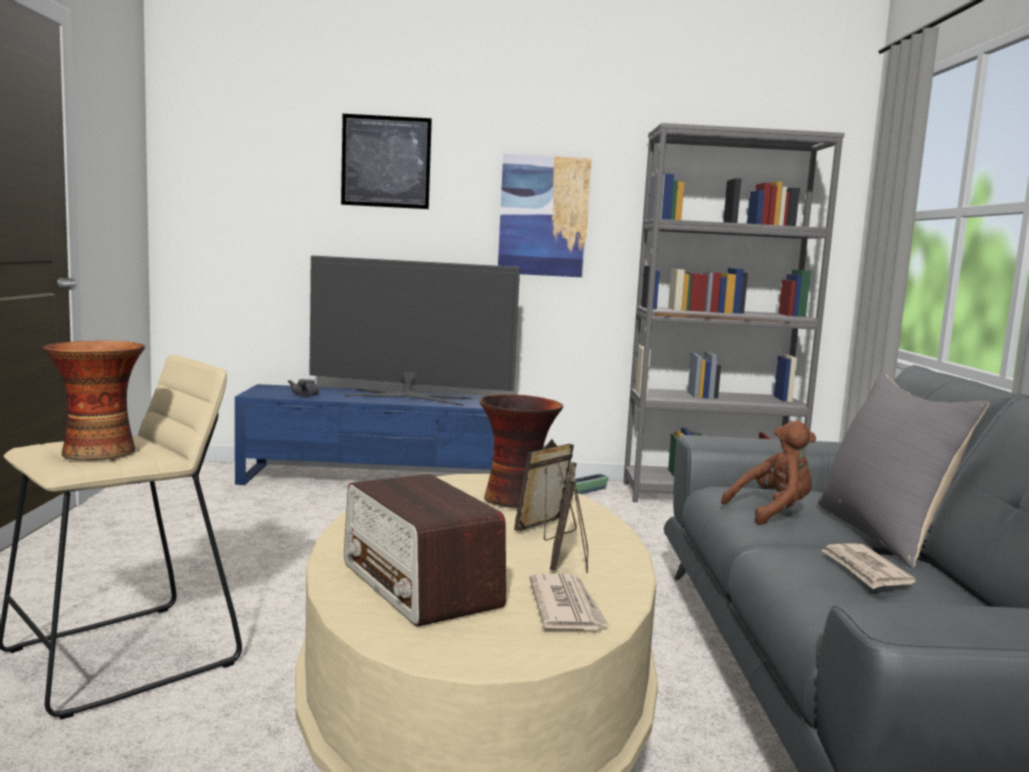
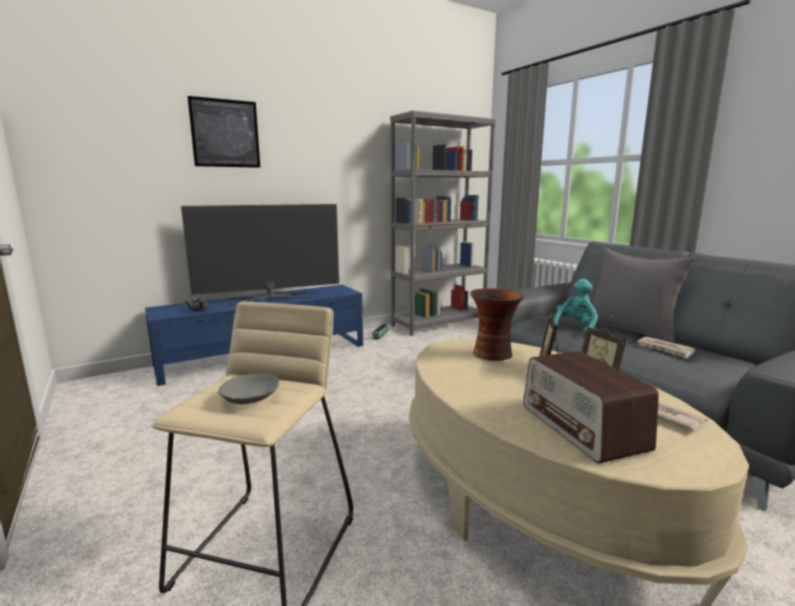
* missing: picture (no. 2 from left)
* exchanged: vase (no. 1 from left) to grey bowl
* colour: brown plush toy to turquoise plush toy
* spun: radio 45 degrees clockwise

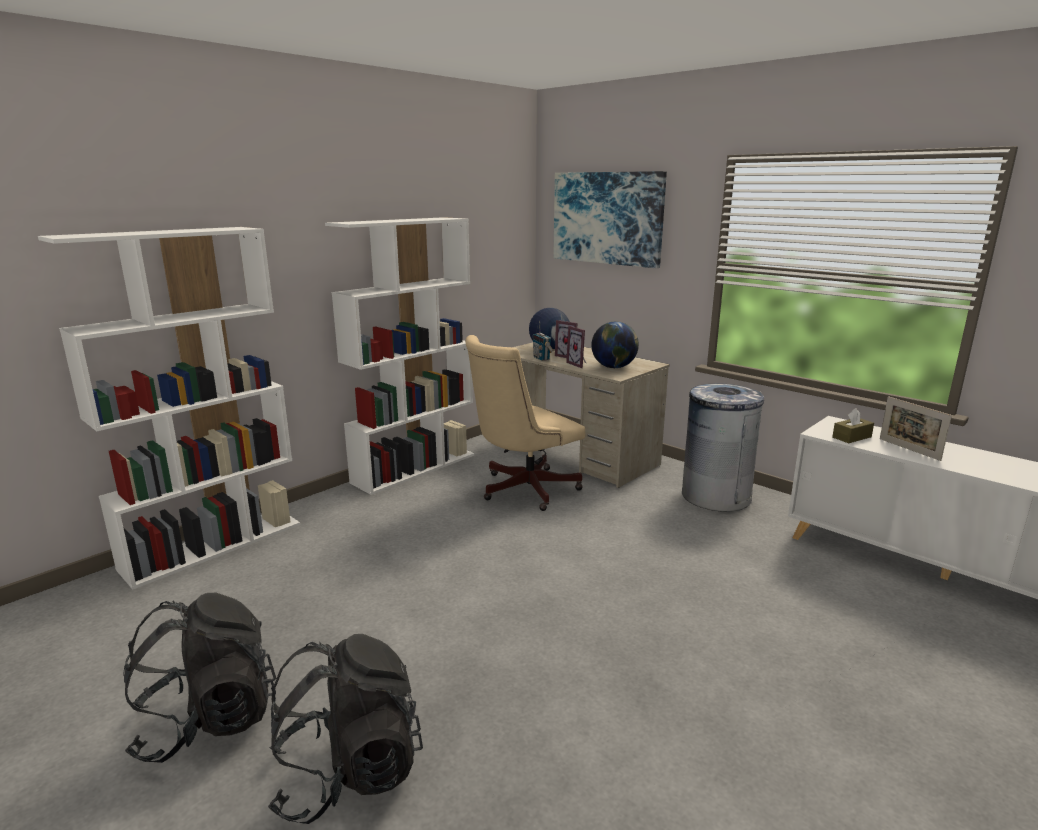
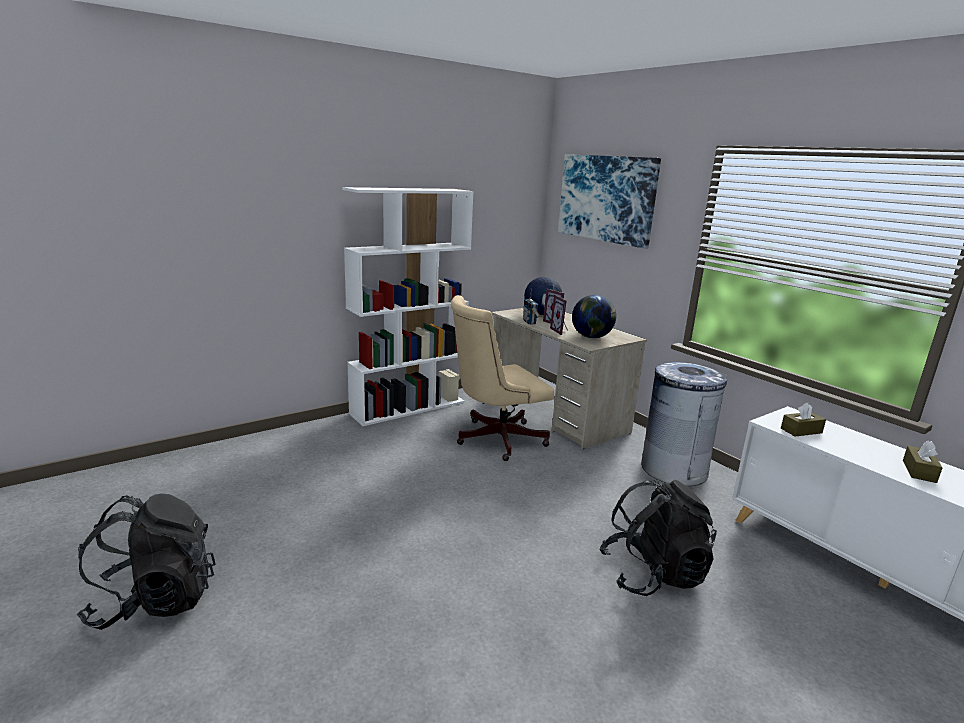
* missing: white bookcase (no. 1 from left)
* missing: picture frame (no. 3 from left)
* relocated: black backpack (no. 2 from left)
* appeared: brown tissue box (no. 2 from left)

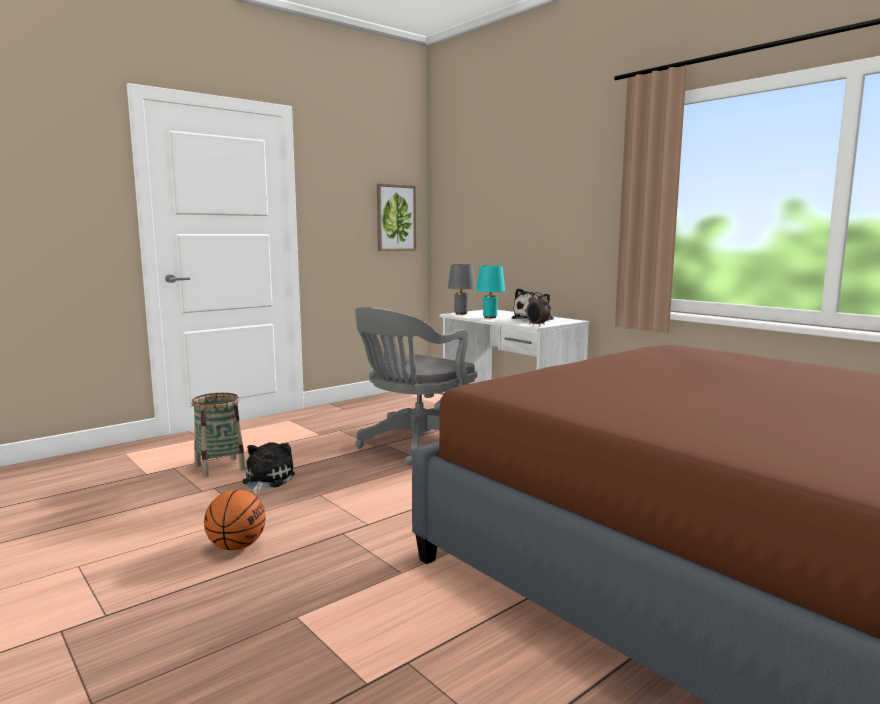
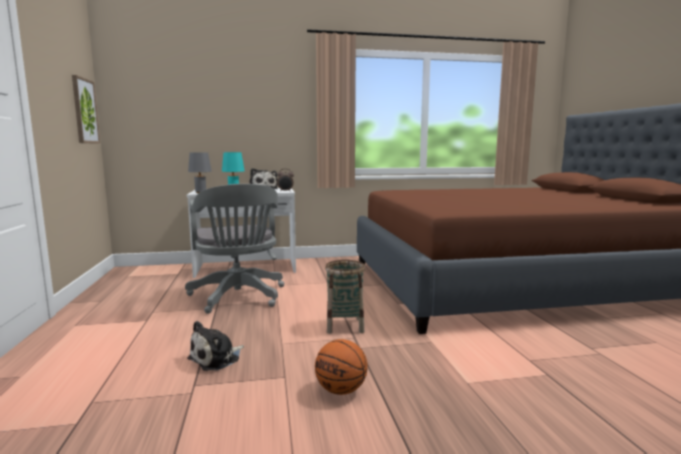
* relocated: basket
* spun: plush toy (no. 1 from left) 90 degrees counterclockwise

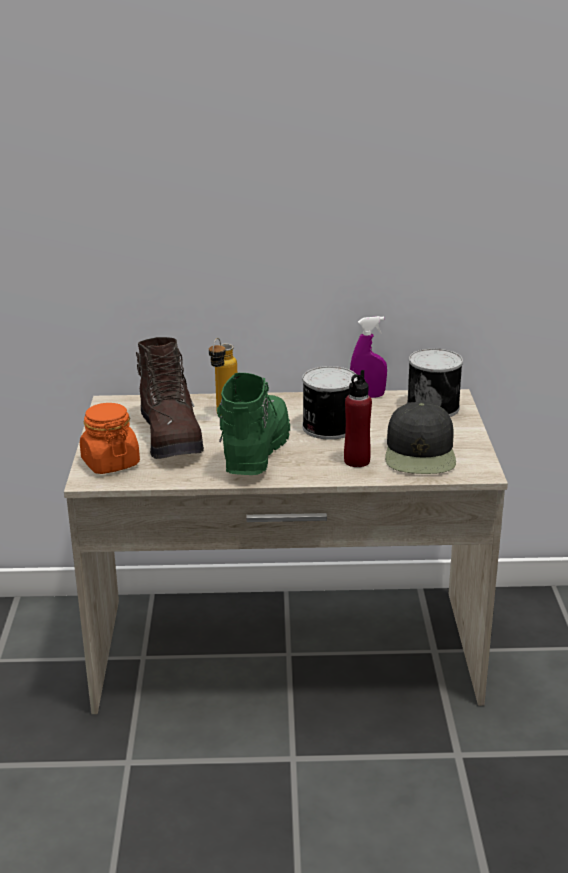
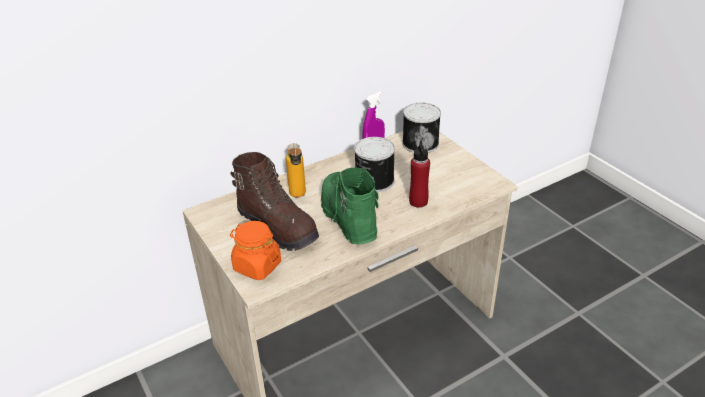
* missing: black cap

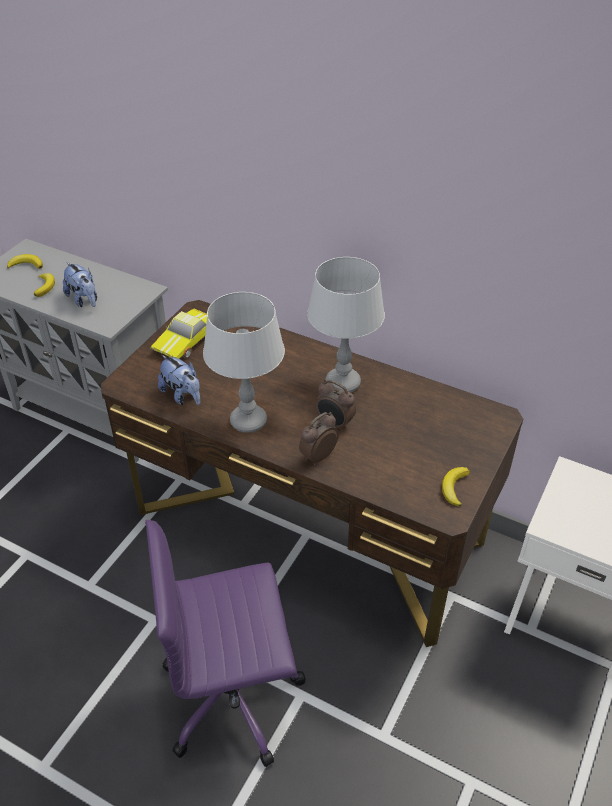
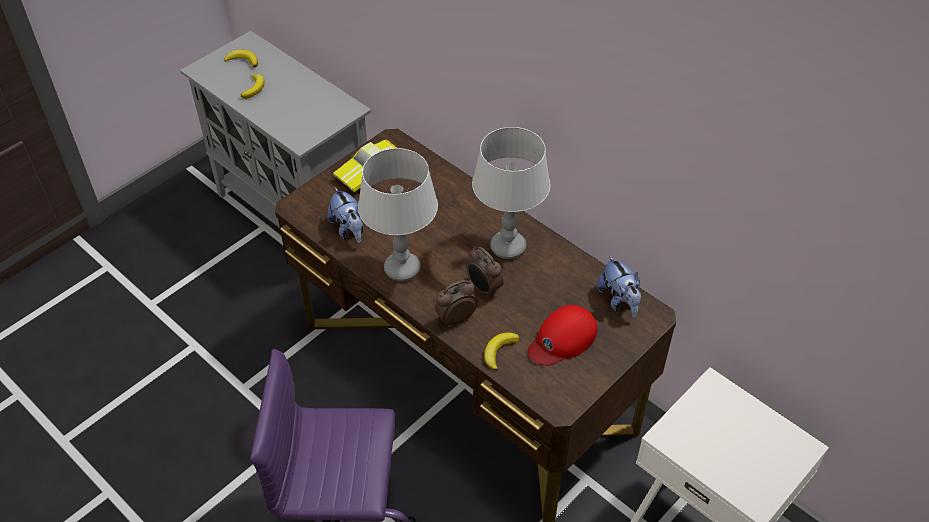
* relocated: plush toy (no. 1 from left in the first image) to plush toy (no. 2 from left)
* relocated: banana (no. 3 from left)
* appeared: red cap

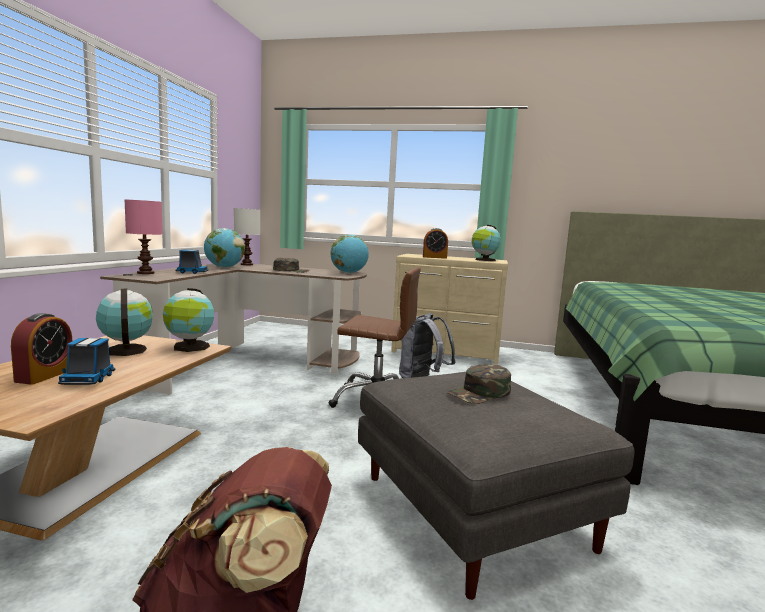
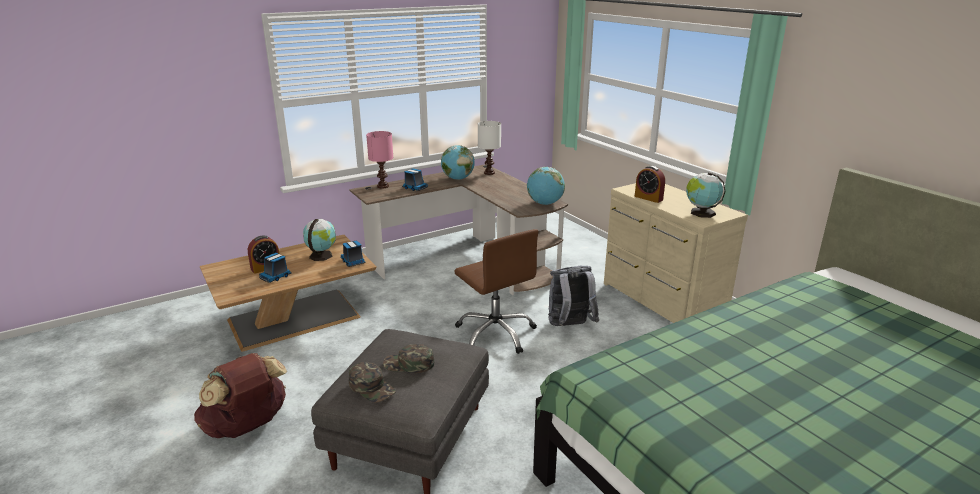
* relocated: green cap (no. 1 from left)
* exchanged: globe (no. 2 from left) to toy truck (no. 2 from left)

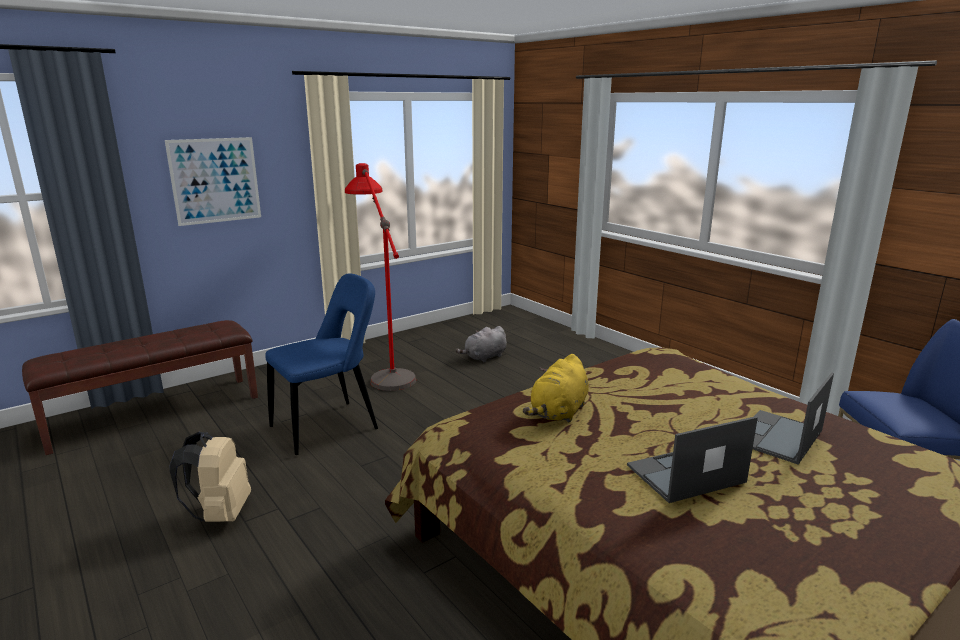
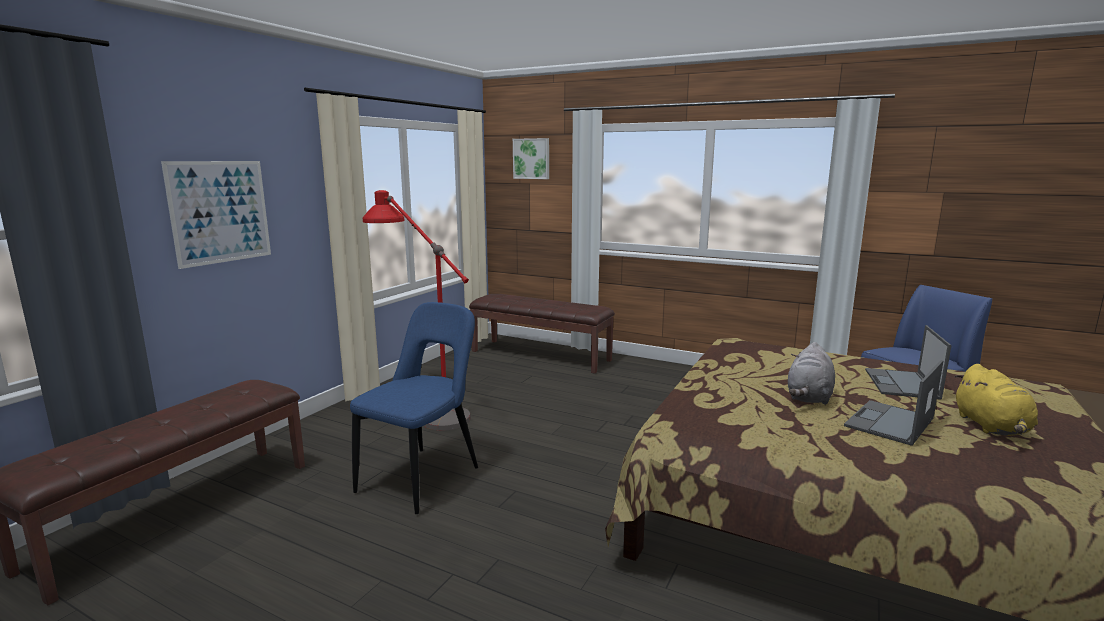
* relocated: grey plush toy
* relocated: yellow plush toy
* missing: beige backpack
* appeared: picture (no. 2 from left)
* appeared: brown bench (no. 2 from left)

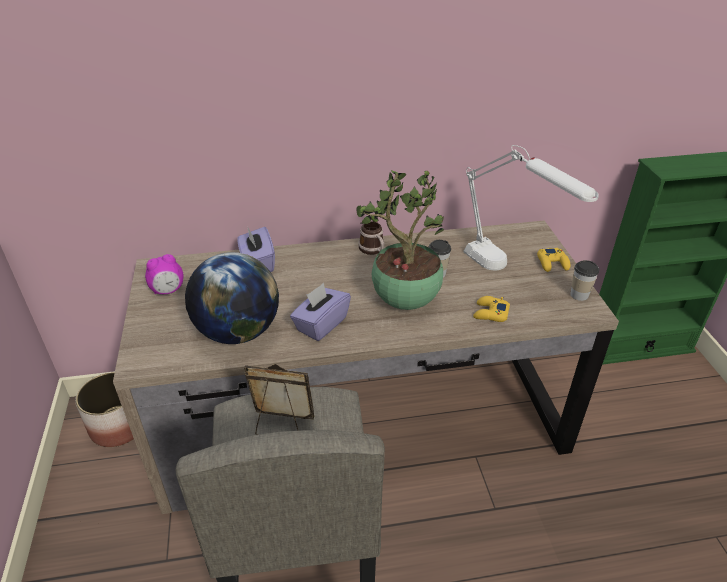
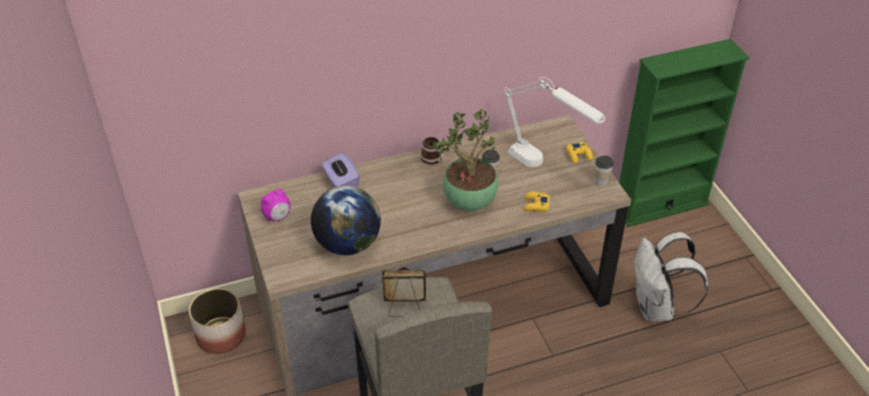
* missing: purple tissue box (no. 2 from left)
* appeared: white backpack

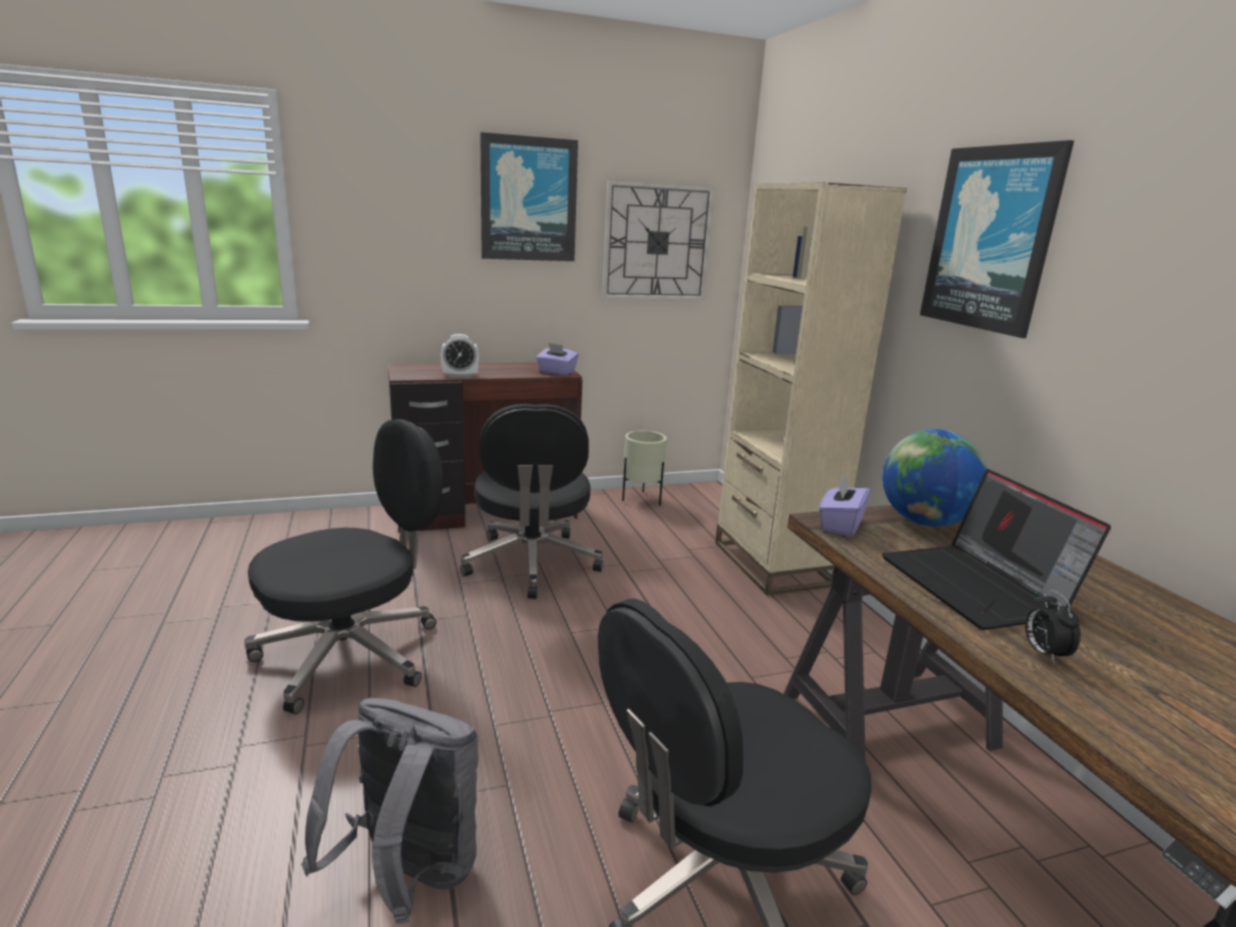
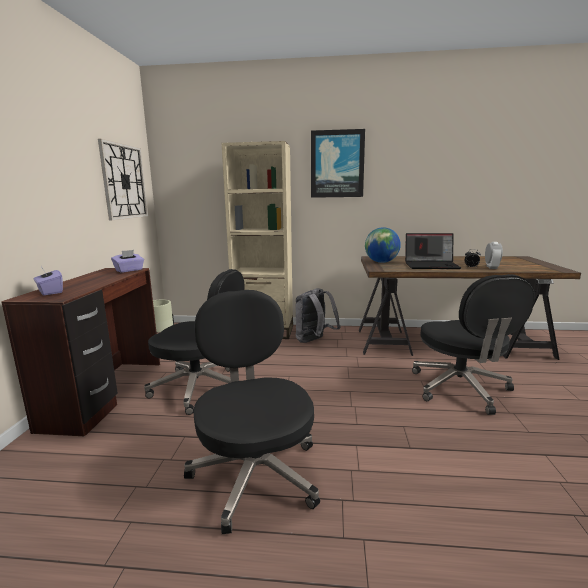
* missing: picture (no. 1 from left)
* relocated: alarm clock (no. 1 from left in the first image) to alarm clock (no. 2 from left)
* relocated: purple tissue box (no. 2 from left in the first image) to purple tissue box (no. 1 from left)
* relocated: grey backpack

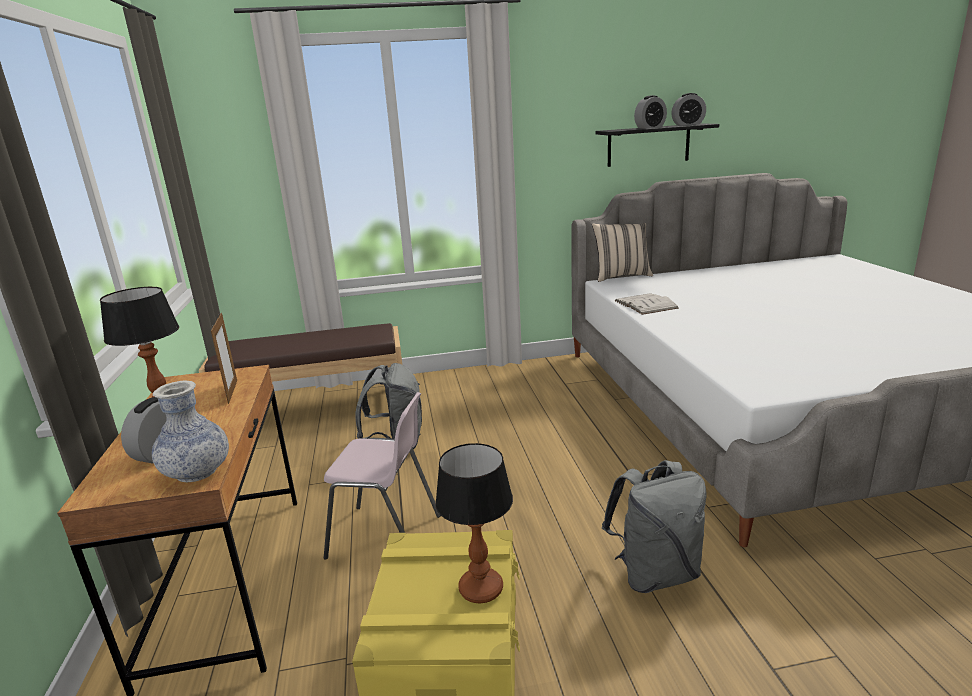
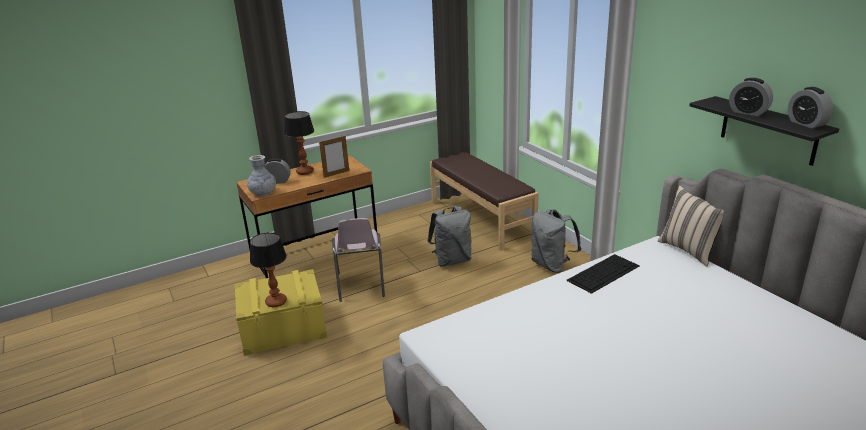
* exchanged: white book to keyboard
* relocated: grey backpack (no. 2 from left)

